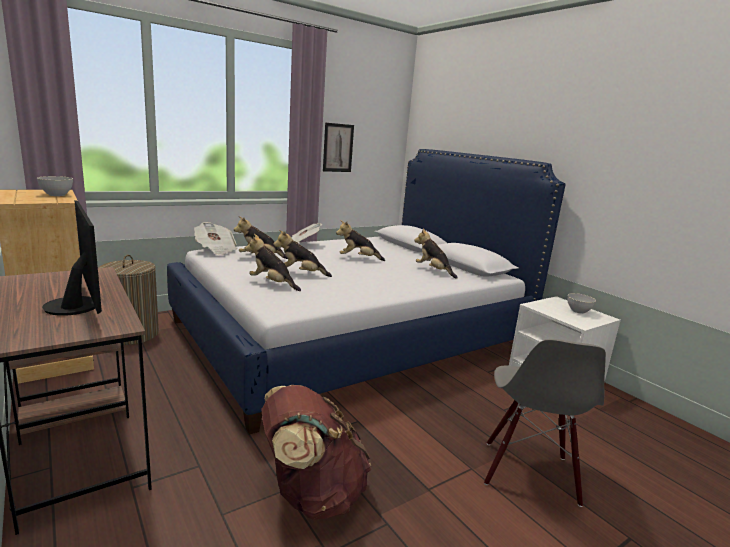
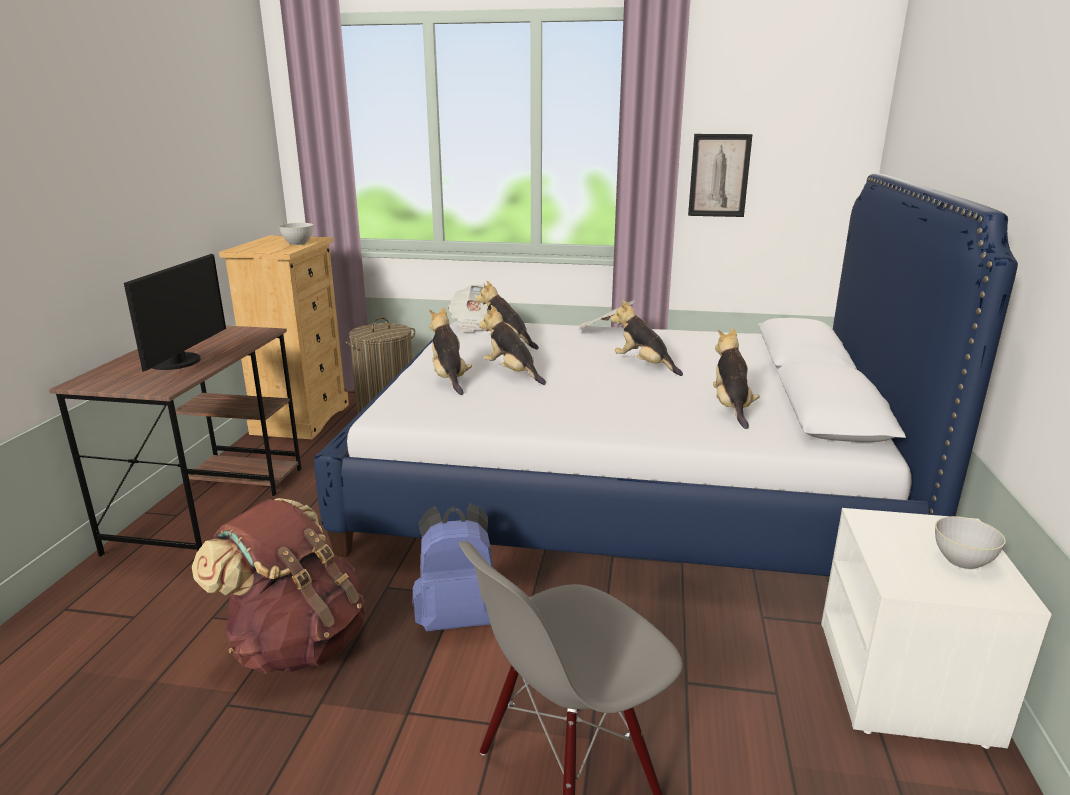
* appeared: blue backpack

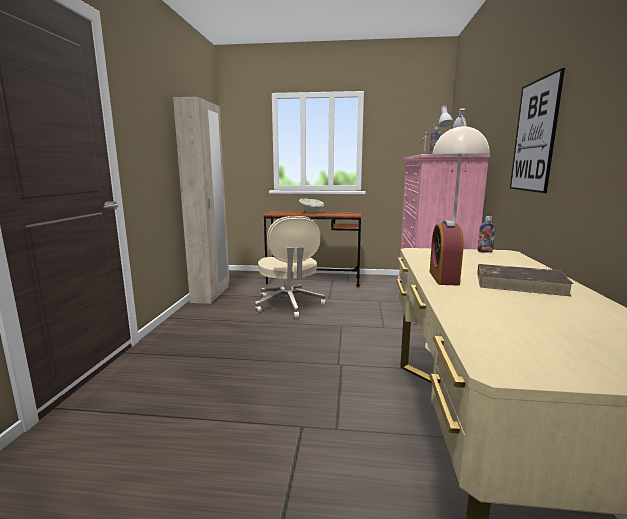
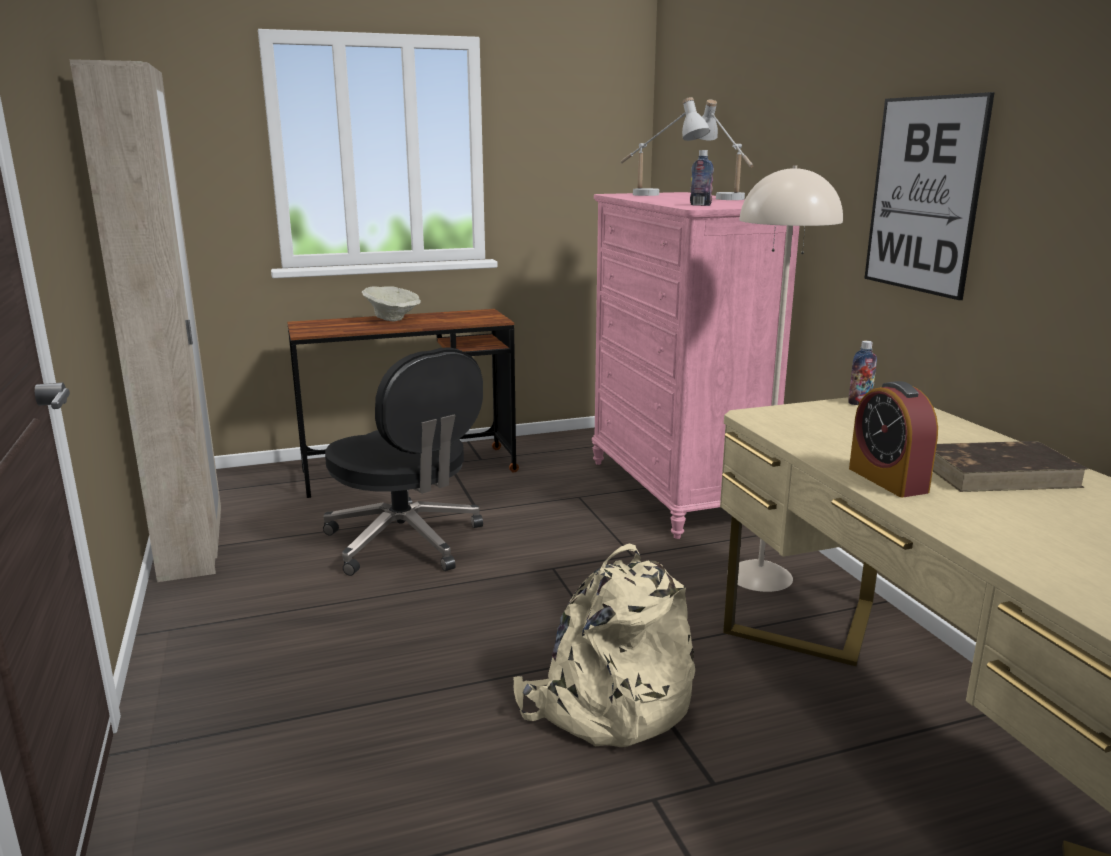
* colour: beige office chair to black office chair
* appeared: beige backpack

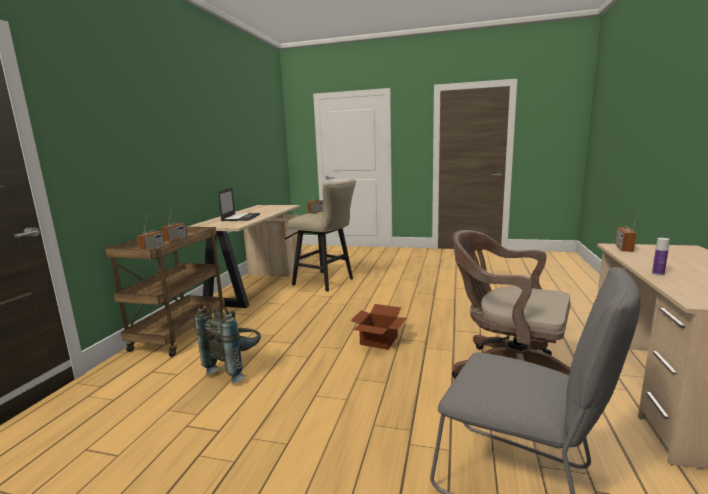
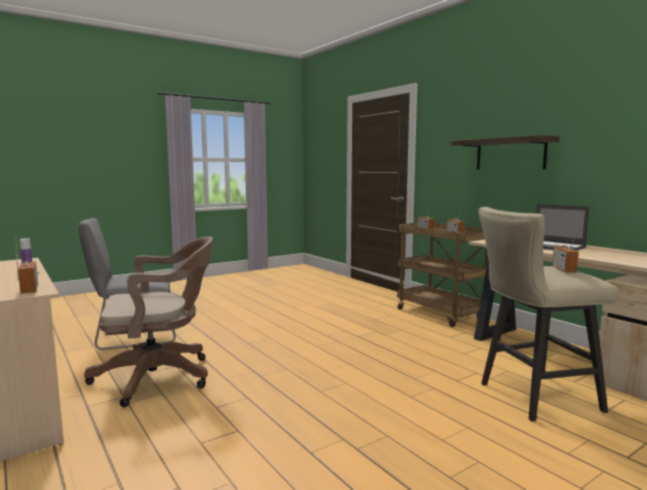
* missing: grey backpack
* missing: cardboard box
* appeared: shelf

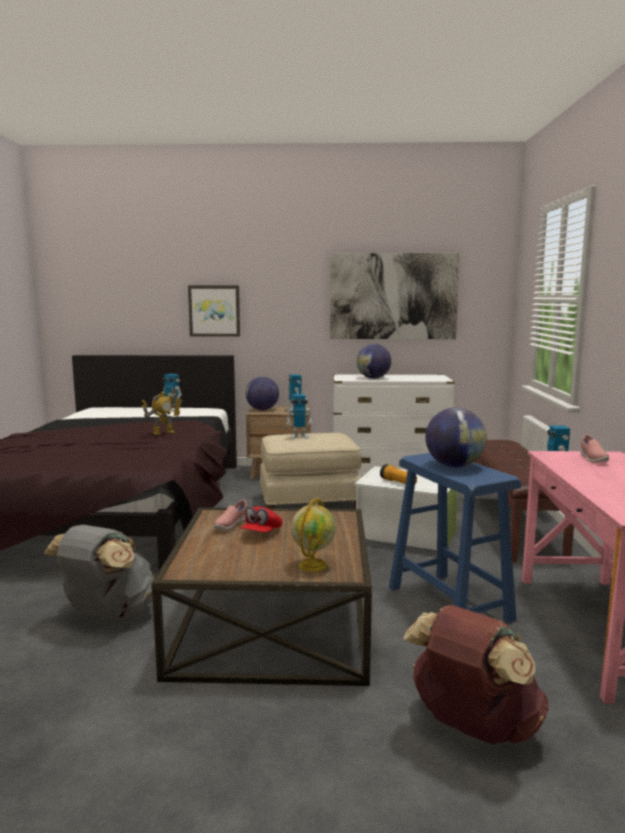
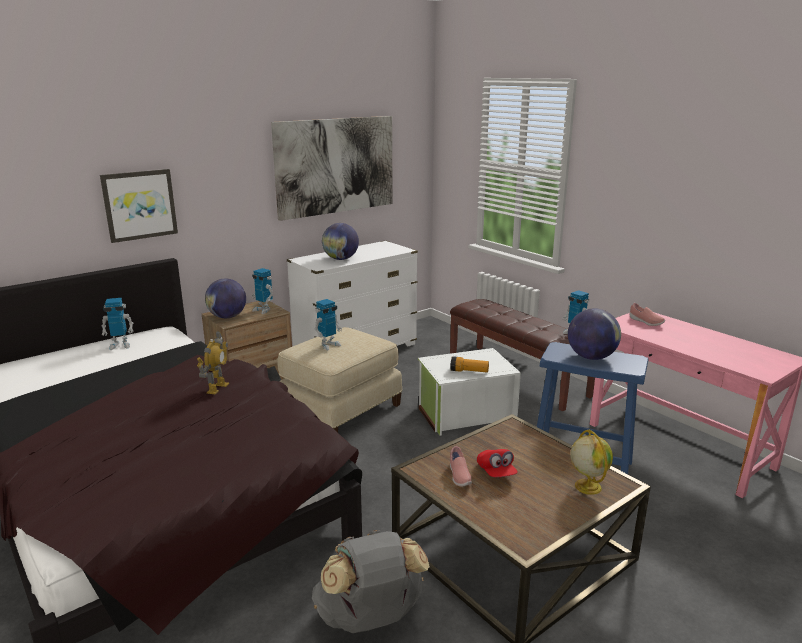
* missing: brown backpack

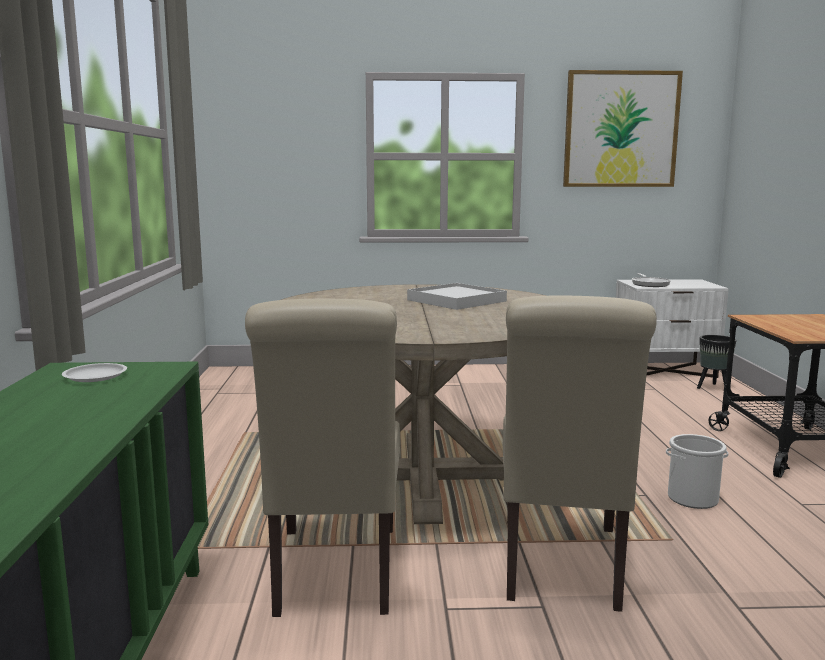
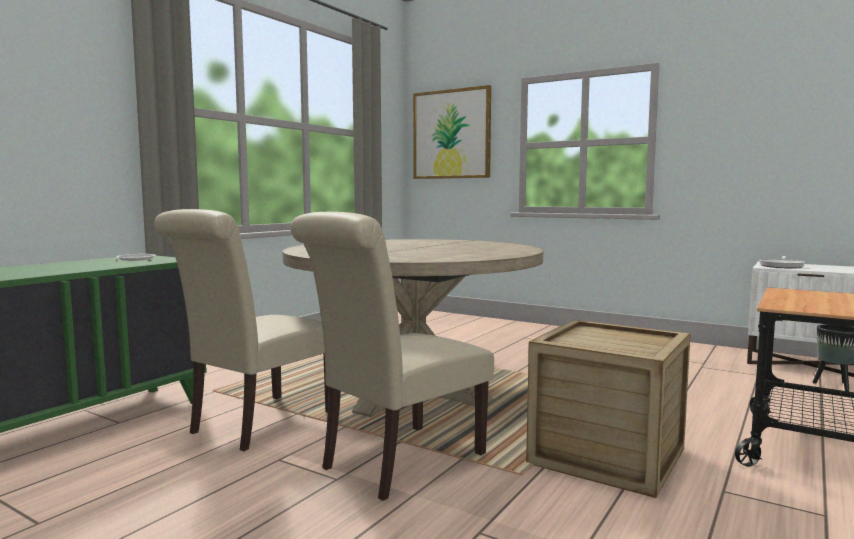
* relocated: picture
* missing: white tray
* exchanged: bucket to crate

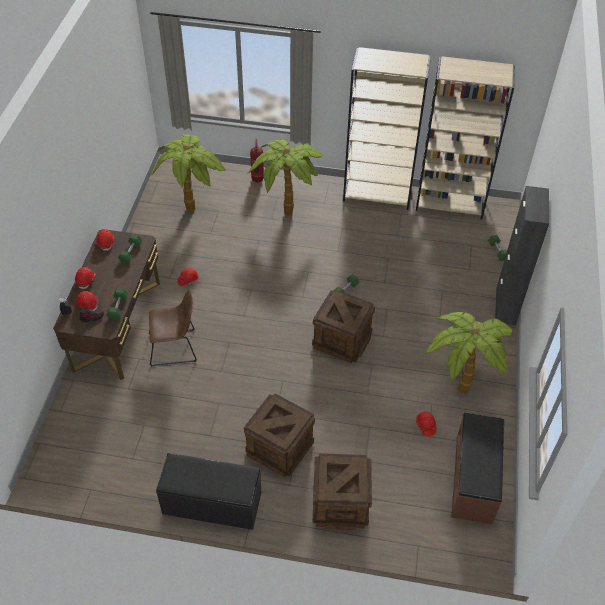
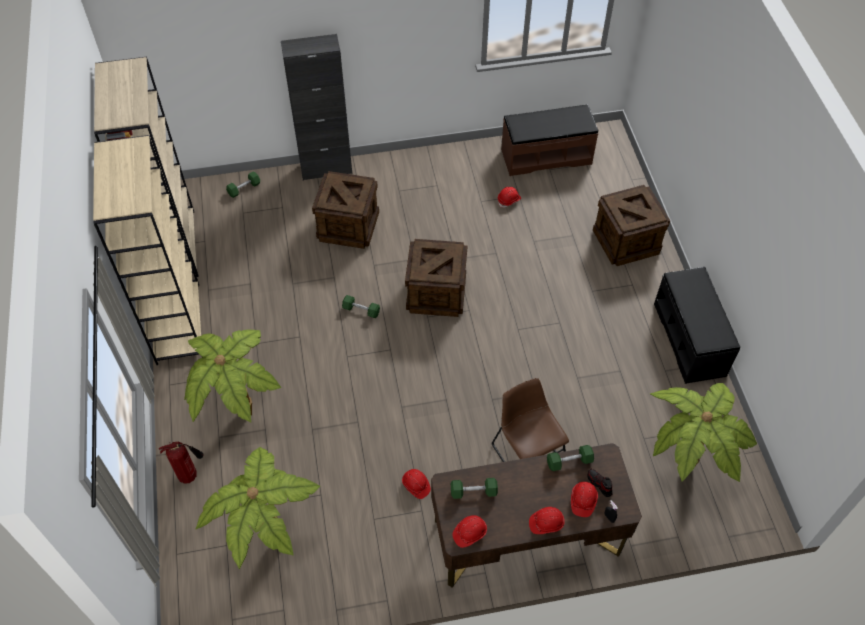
* relocated: potted plant (no. 3 from left)
* relocated: crate (no. 1 from left)

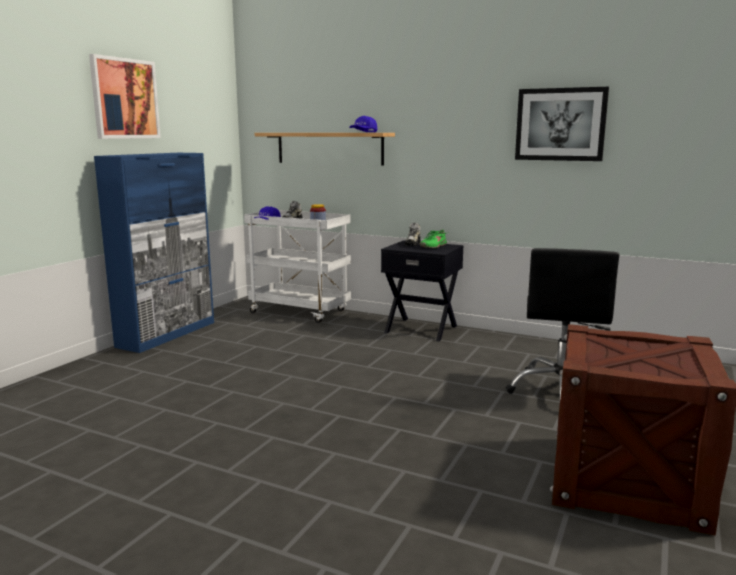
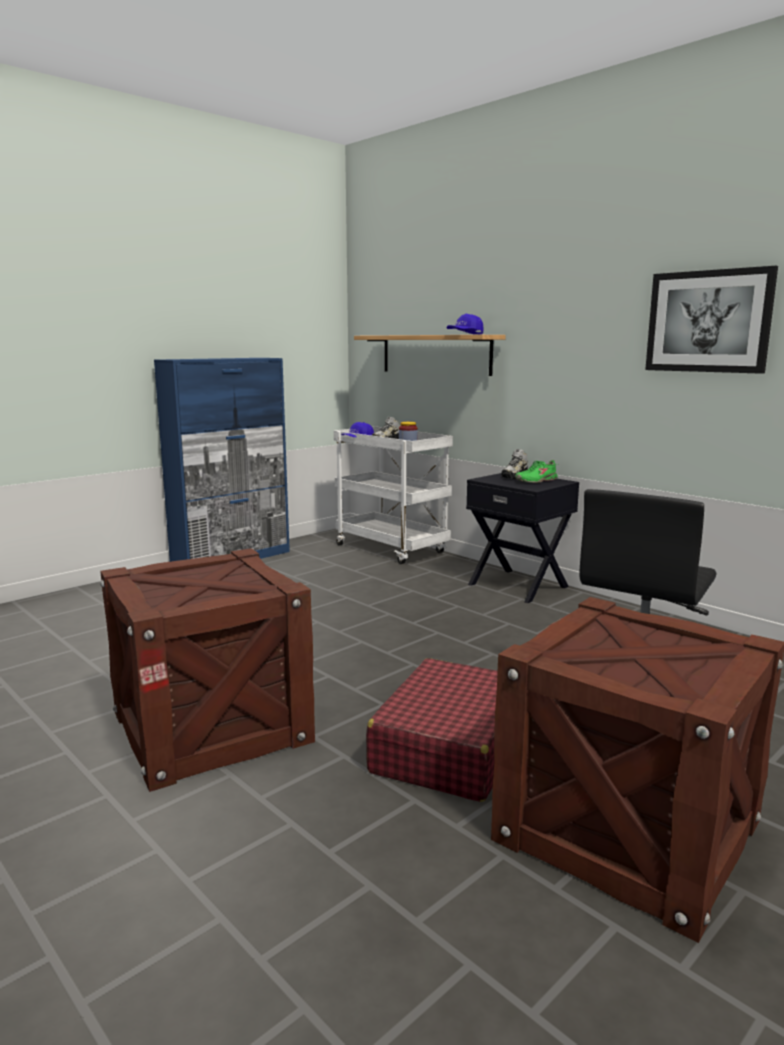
* missing: picture (no. 1 from left)
* appeared: crate (no. 1 from left)
* appeared: red suitcase

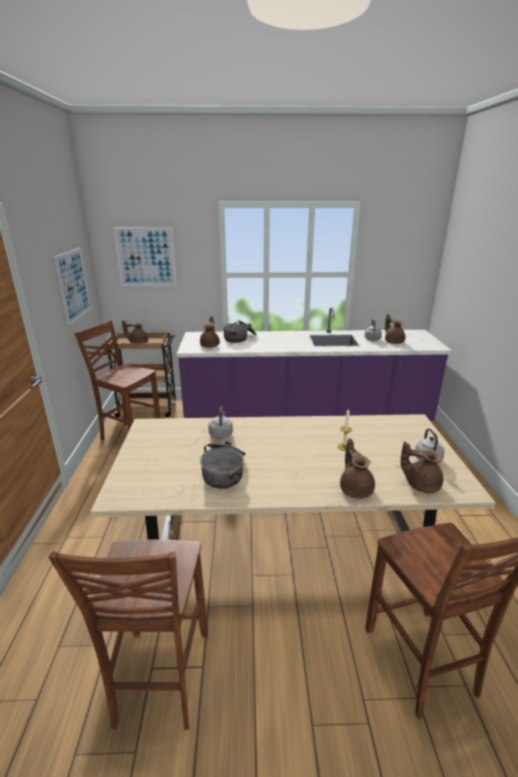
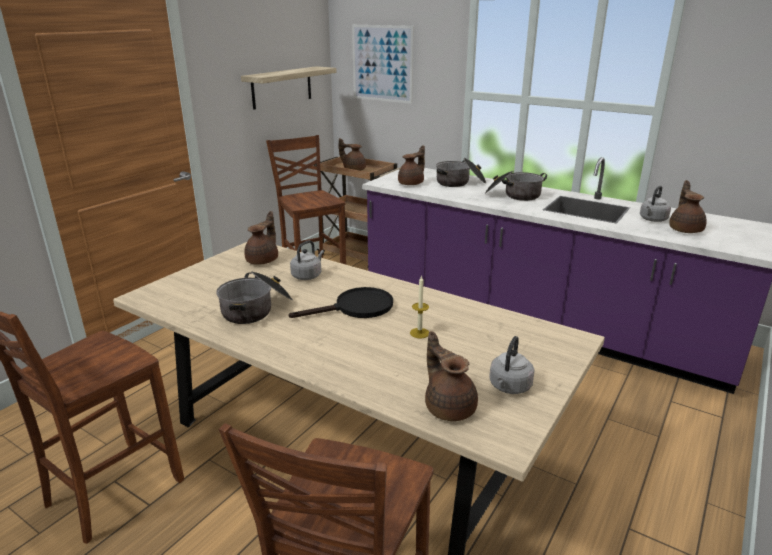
* exchanged: picture (no. 1 from left) to shelf
* relocated: brown teapot (no. 3 from left in the first image) to brown teapot (no. 1 from left)
* appeared: cooking pot (no. 3 from left)
* appeared: black frying pan

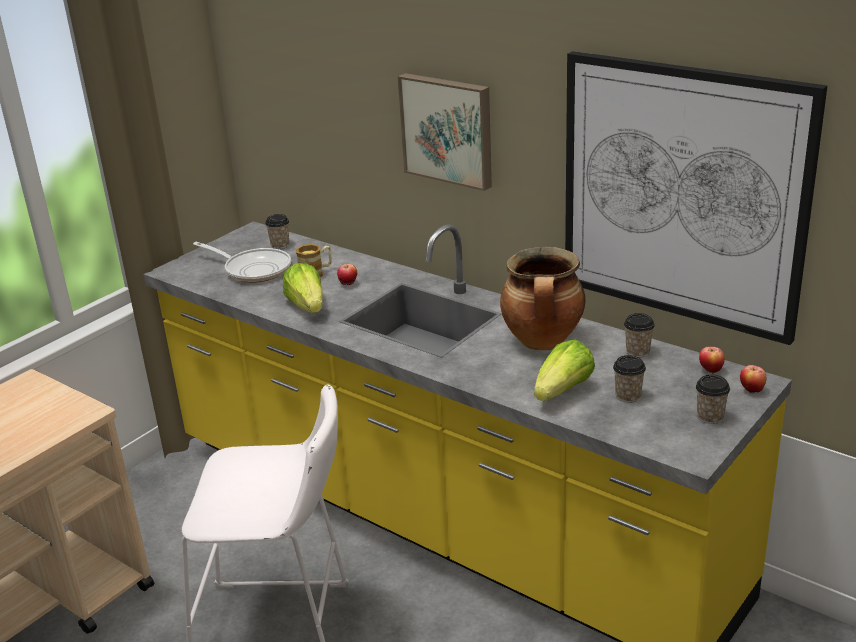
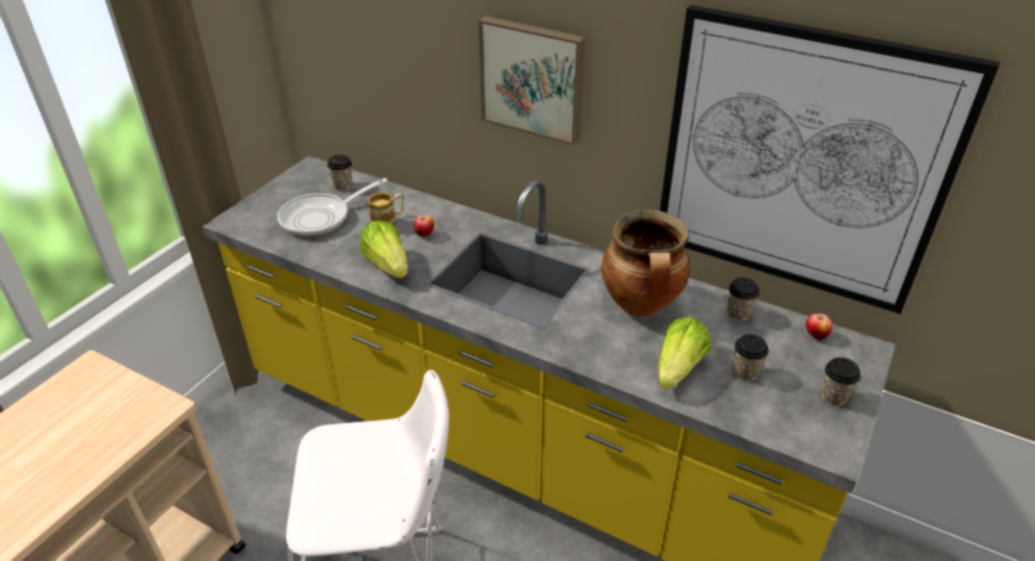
* spun: frying pan 120 degrees clockwise
* missing: apple (no. 3 from left)

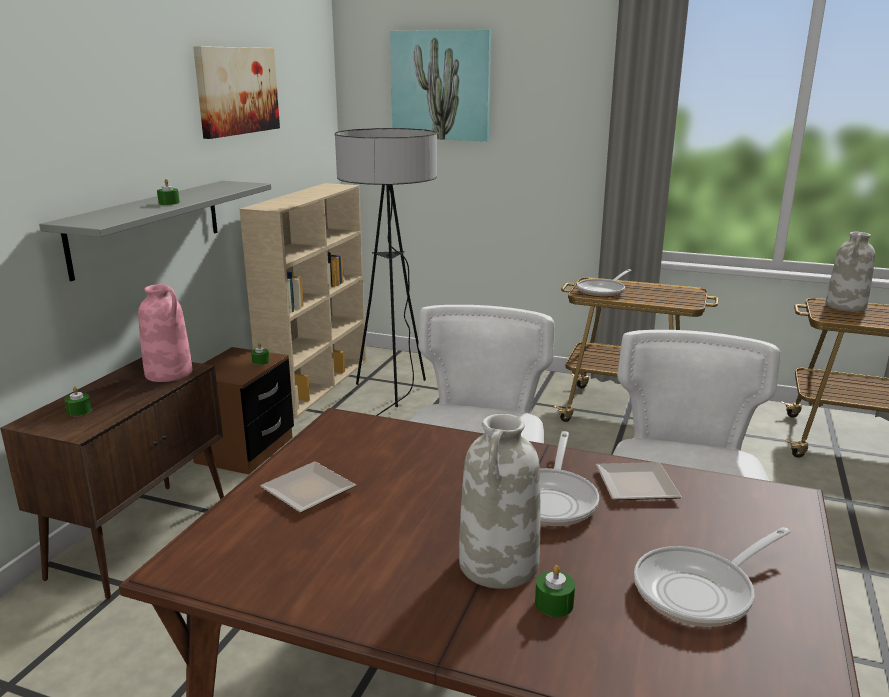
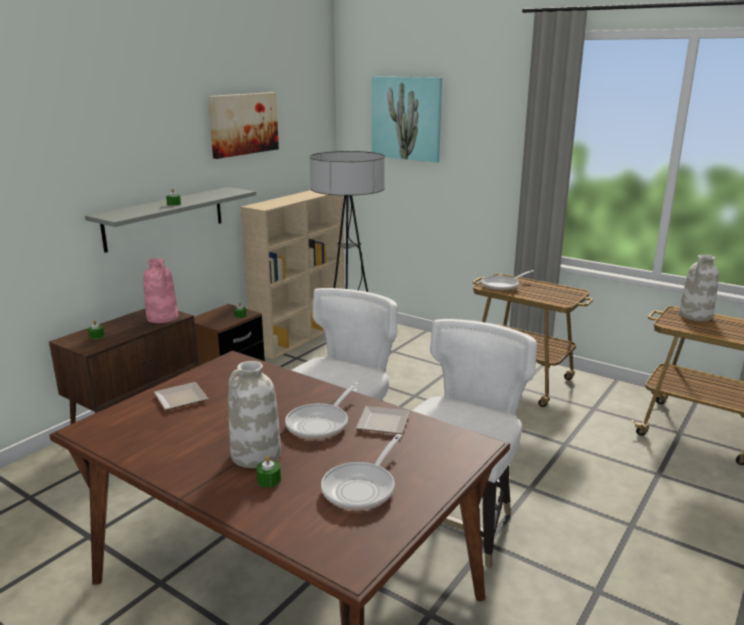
* spun: frying pan (no. 3 from left in the first image) 45 degrees counterclockwise

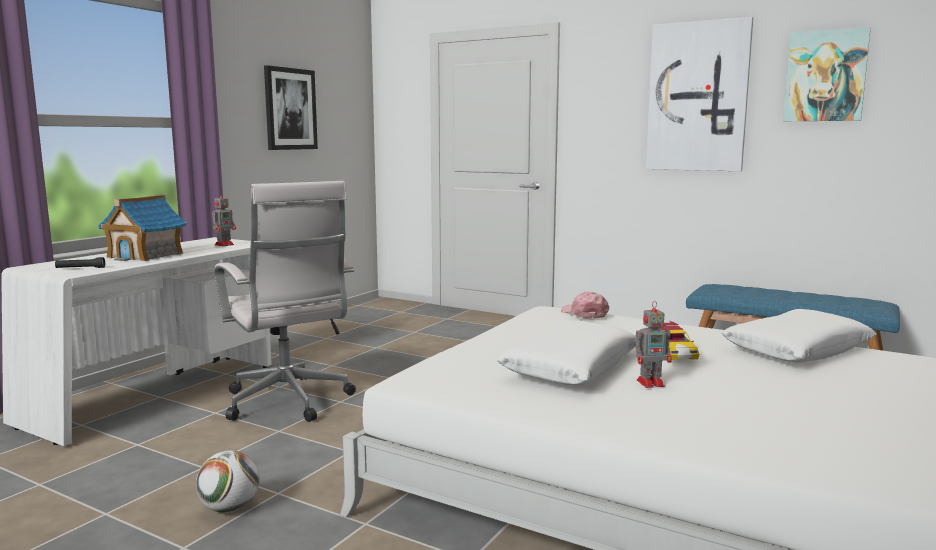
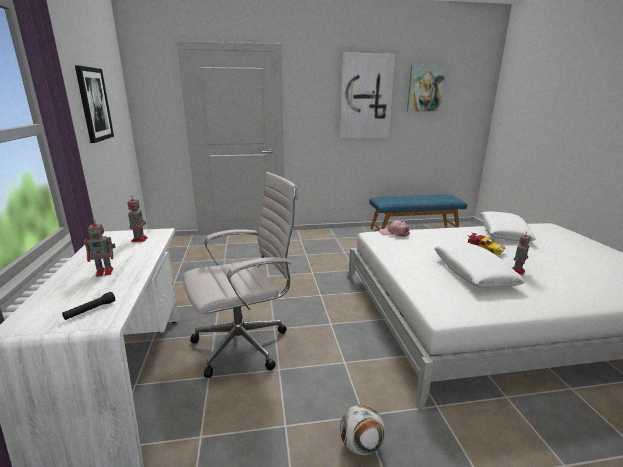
* spun: white office chair 45 degrees counterclockwise
* exchanged: toy house to toy robot (no. 1 from left)

